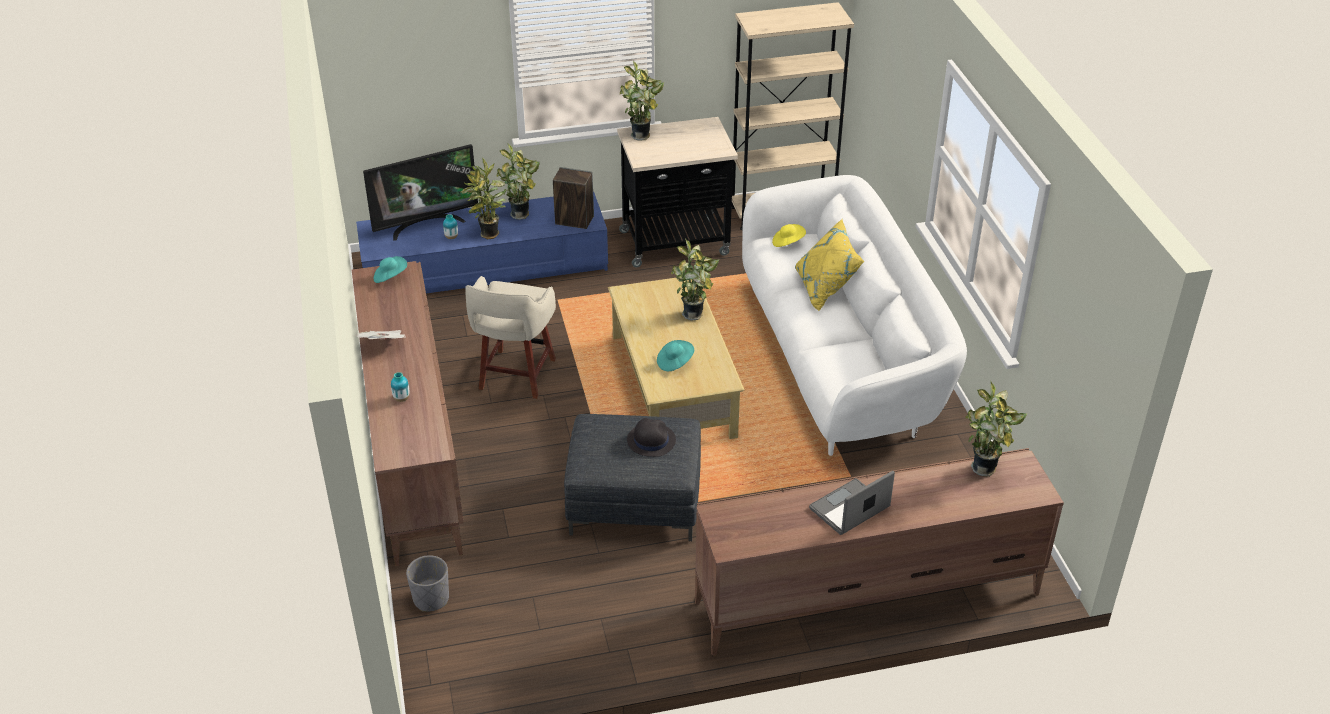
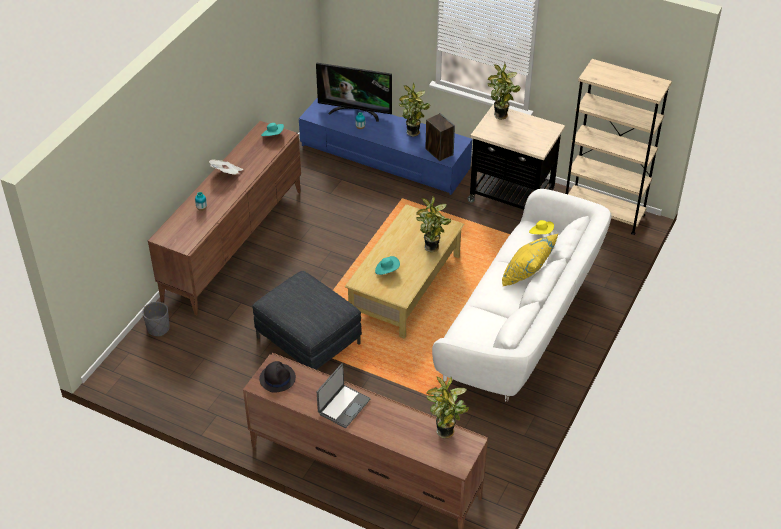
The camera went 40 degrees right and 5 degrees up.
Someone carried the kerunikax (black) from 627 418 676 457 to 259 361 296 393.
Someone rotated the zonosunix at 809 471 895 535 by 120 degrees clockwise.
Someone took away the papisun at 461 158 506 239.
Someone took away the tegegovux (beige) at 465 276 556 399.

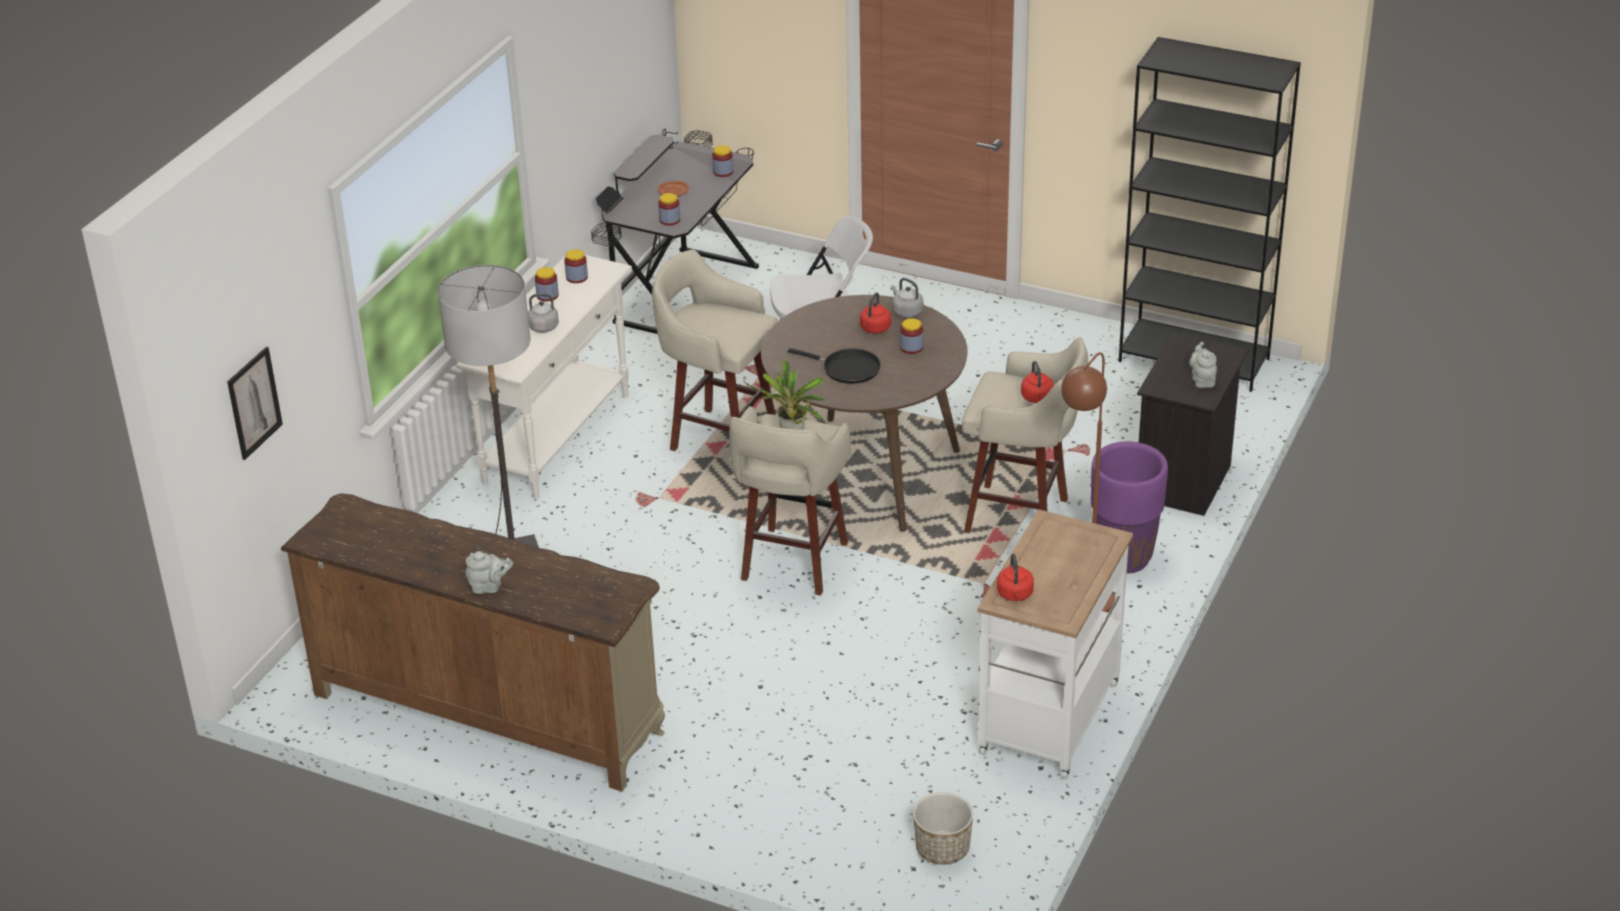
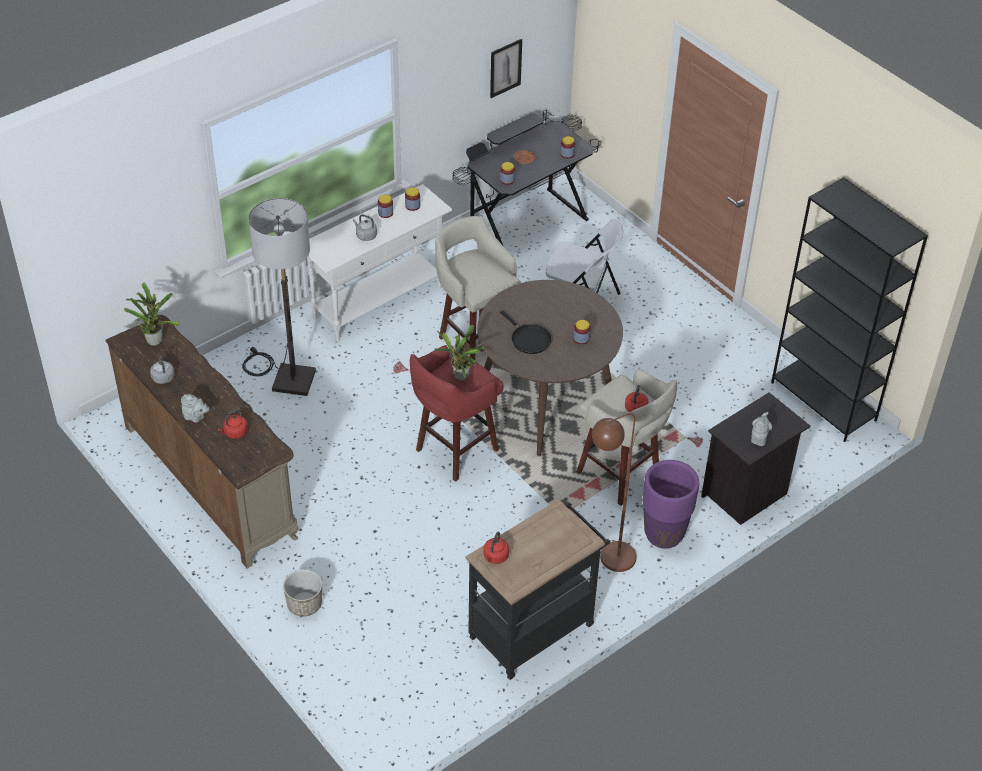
The camera went 25 degrees right and 10 degrees up.
Someone put down the papisun at 124 283 180 346.
Someone carried the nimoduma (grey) from 891 278 923 318 to 150 354 175 384.
Someone carried the nimoduma (red) from 860 292 891 334 to 217 409 248 439.
Someone carried the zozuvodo from 913 792 973 865 to 283 569 322 616.
Someone repainted the tegegovux (beige) at 729 406 851 596, which became the tegegovux (red) at 410 345 504 482.
Someone repainted the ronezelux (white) at 977 509 1133 779, which became the ronezelux (black) at 466 499 610 680.
Someone carried the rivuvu from 227 347 283 460 to 490 39 522 98.

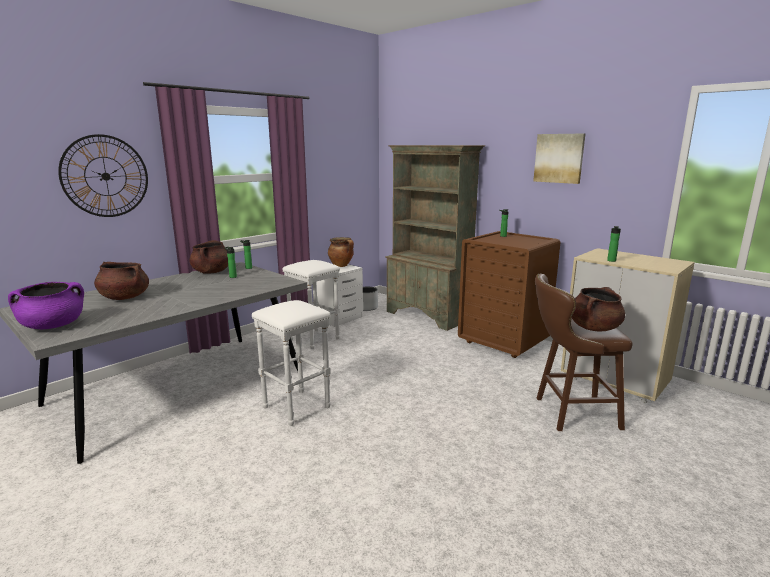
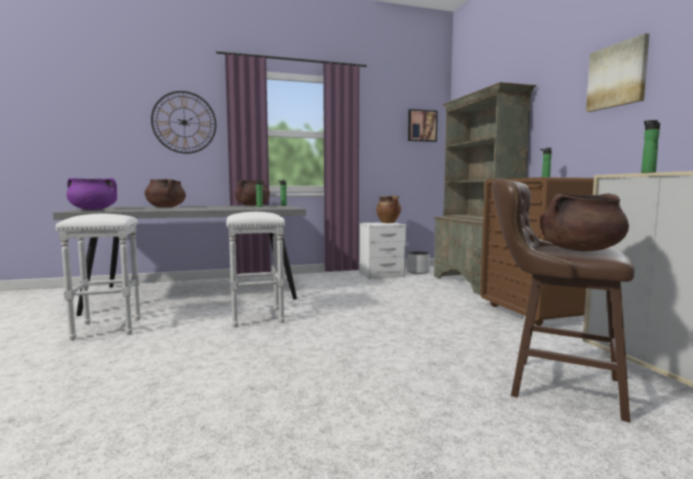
The camera went 30 degrees right and 10 degrees down.
Someone carried the tegegovux (white) from 282 260 340 349 to 56 214 141 340.
Someone put up the rivuvu at 408 109 438 142.

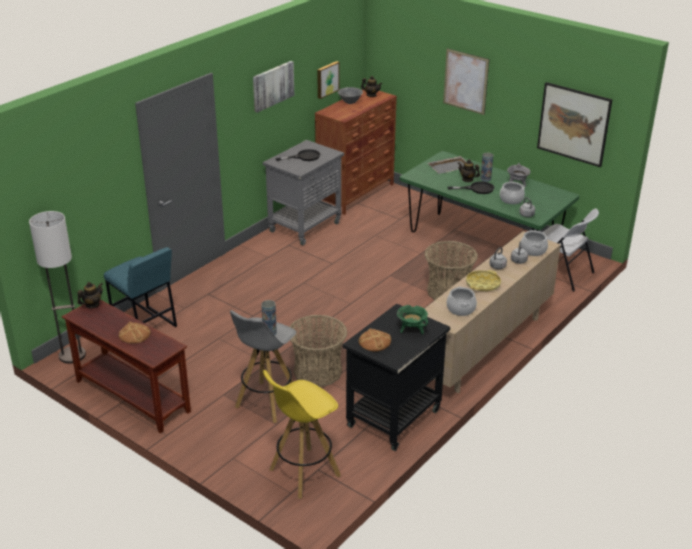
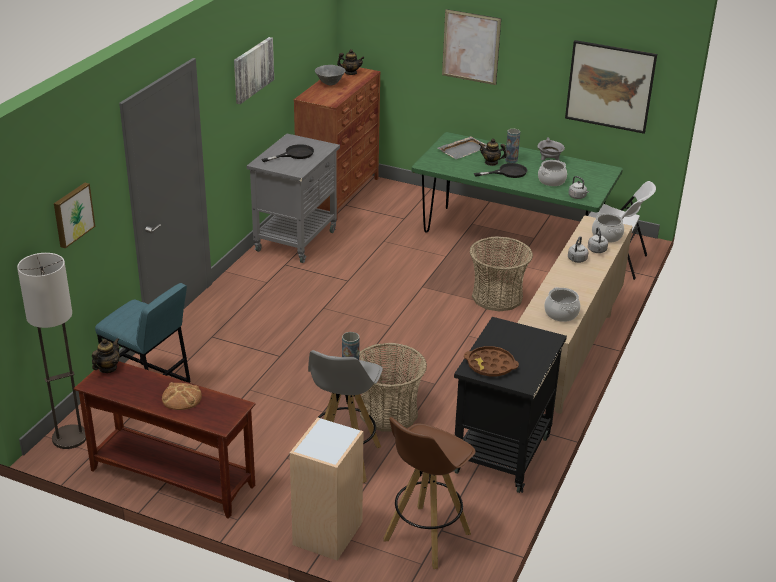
The camera went 15 degrees left and 0 degrees up.
Someone carried the rivuvu from 317 61 339 99 to 54 183 95 249.
Someone put down the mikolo at 290 417 364 560.
Someone repainted the tegegovux (yellow) at 263 370 341 499, which became the tegegovux (brown) at 383 417 476 569.
Someone swapped the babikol at 359 329 391 352 for the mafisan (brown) at 464 346 519 377.
Someone took away the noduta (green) at 397 305 428 335.
Someone took away the mafisan (yellow) at 466 270 501 291.

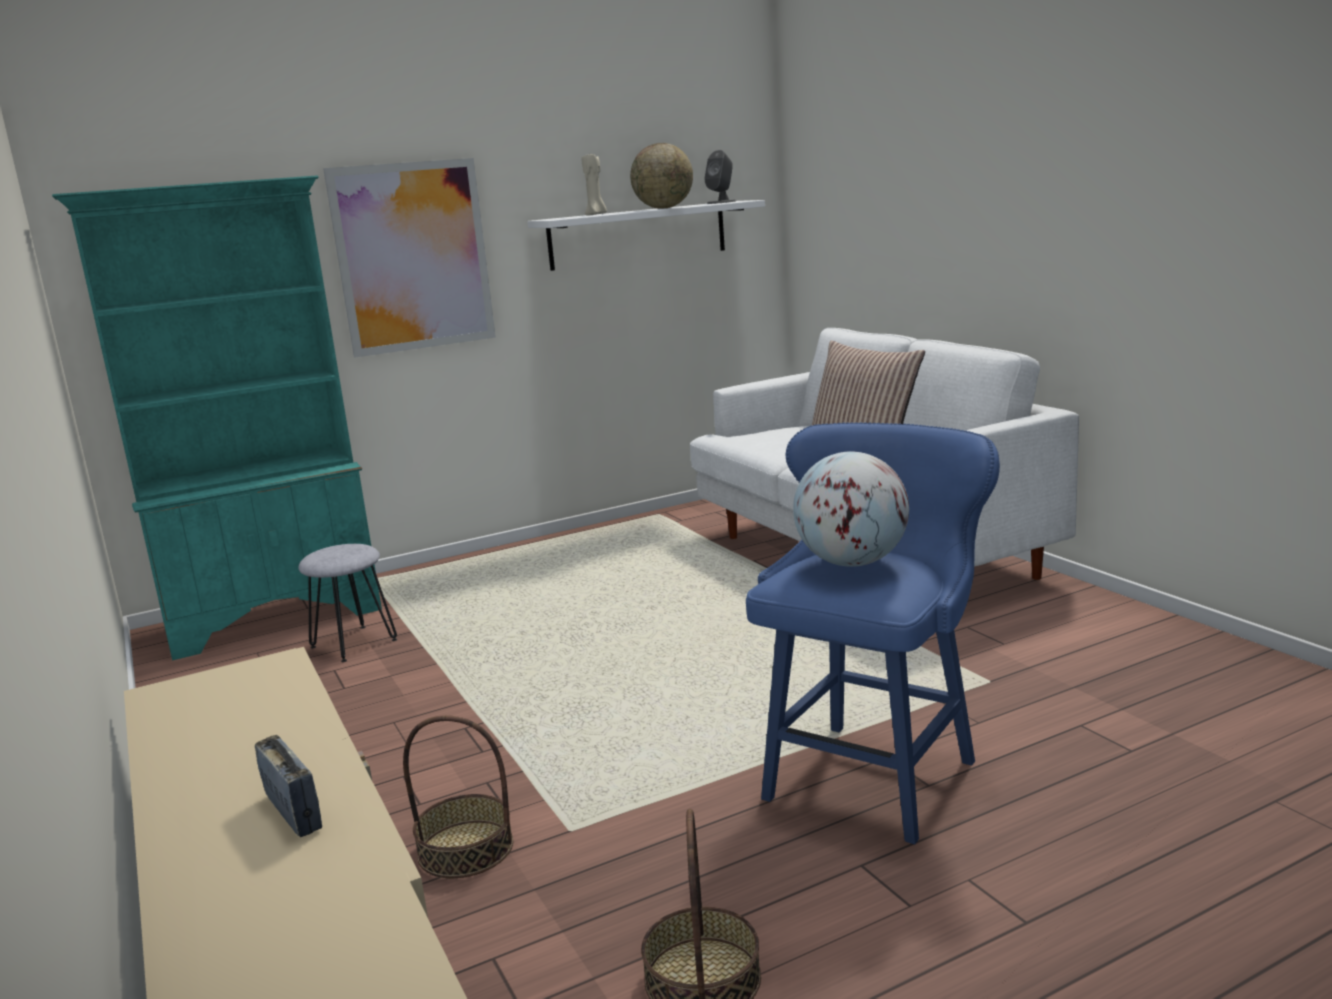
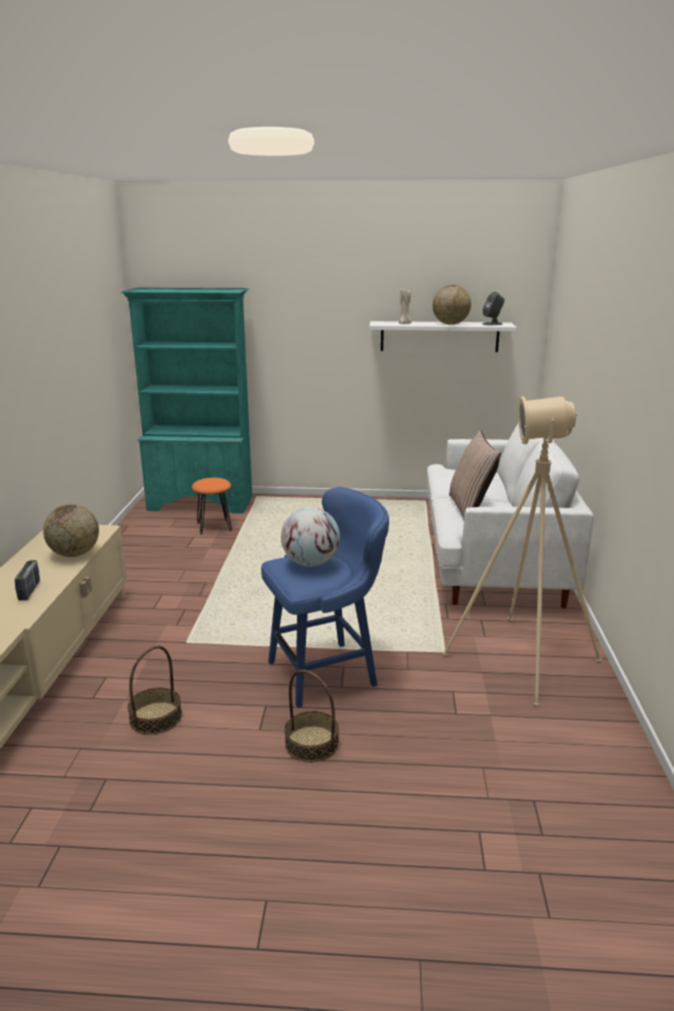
The camera went 30 degrees right and 5 degrees up.
Someone put down the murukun at 43 504 99 557.
Someone repainted the tegegovux (grey) at 298 544 397 662, which became the tegegovux (orange) at 192 478 232 535.
Someone carried the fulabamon from 403 715 513 878 to 284 670 339 762.
Someone put down the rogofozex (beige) at 443 397 602 707.
Someone took away the rivuvu at 323 158 496 357.

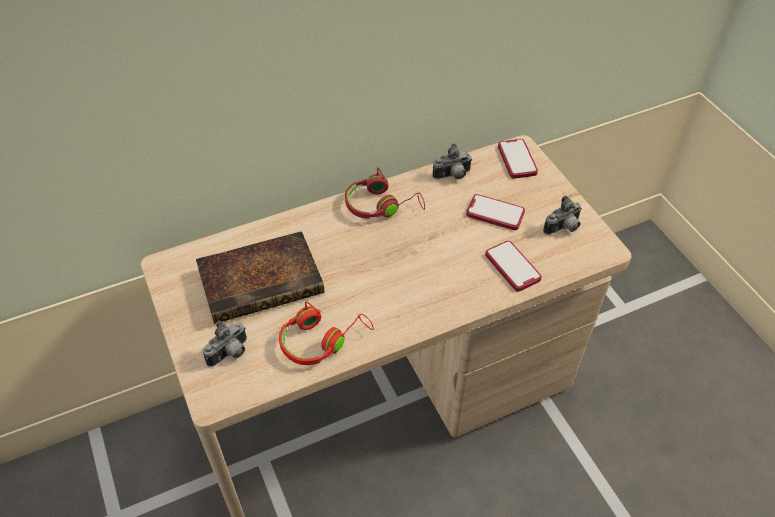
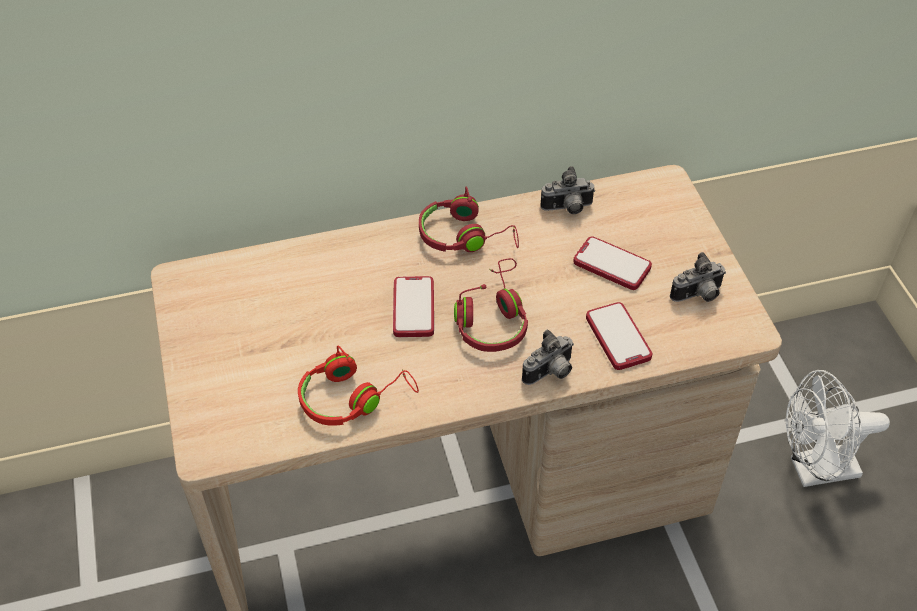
The camera went 10 degrees right and 0 degrees up.
Someone carried the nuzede from 498 139 538 179 to 393 276 434 337.
Someone put down the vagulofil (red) at 454 258 528 352.
Someone carried the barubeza from 203 321 247 367 to 522 330 574 385.
Someone put down the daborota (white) at 786 370 890 487.
Someone took away the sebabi at 196 231 324 324.

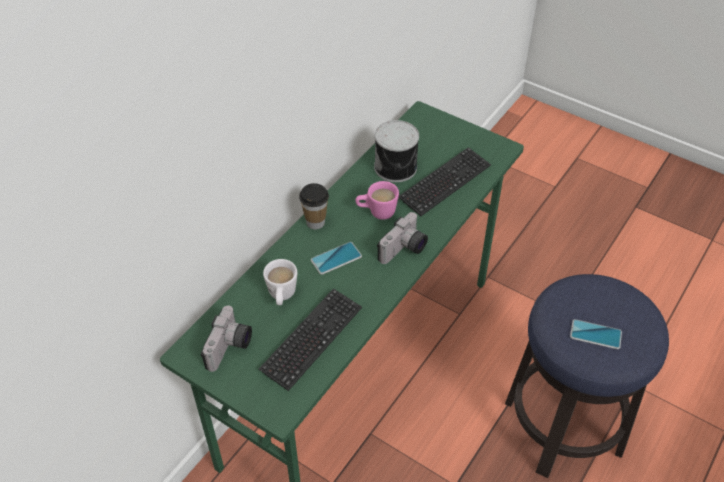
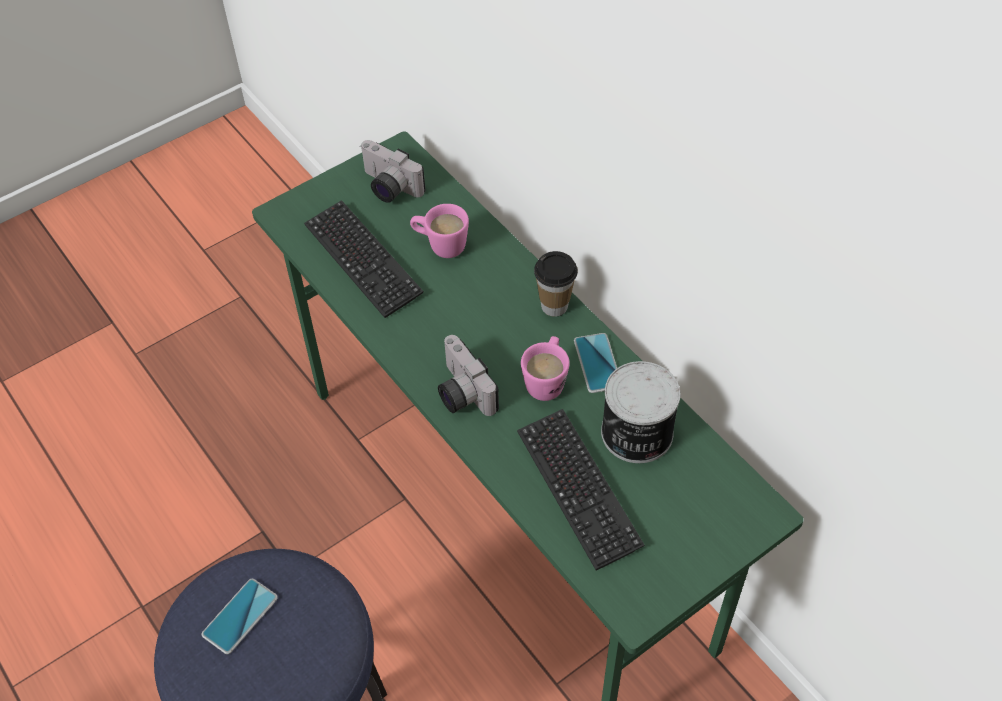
The camera went 110 degrees right and 5 degrees up.
Someone repainted the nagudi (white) at 263 259 297 305, which became the nagudi (pink) at 410 204 469 258.
Someone carried the nuzede from 311 242 362 275 to 574 333 617 393.

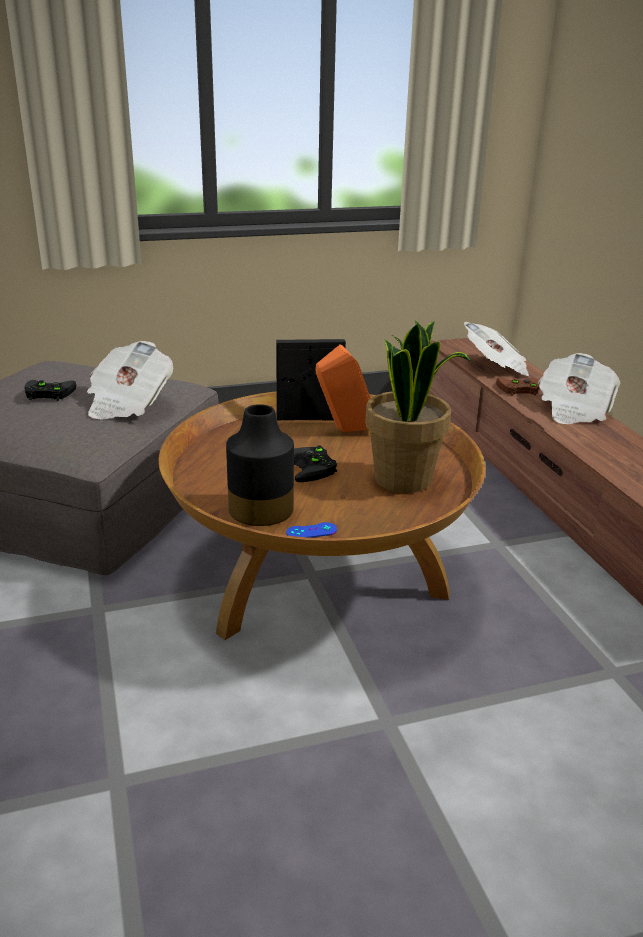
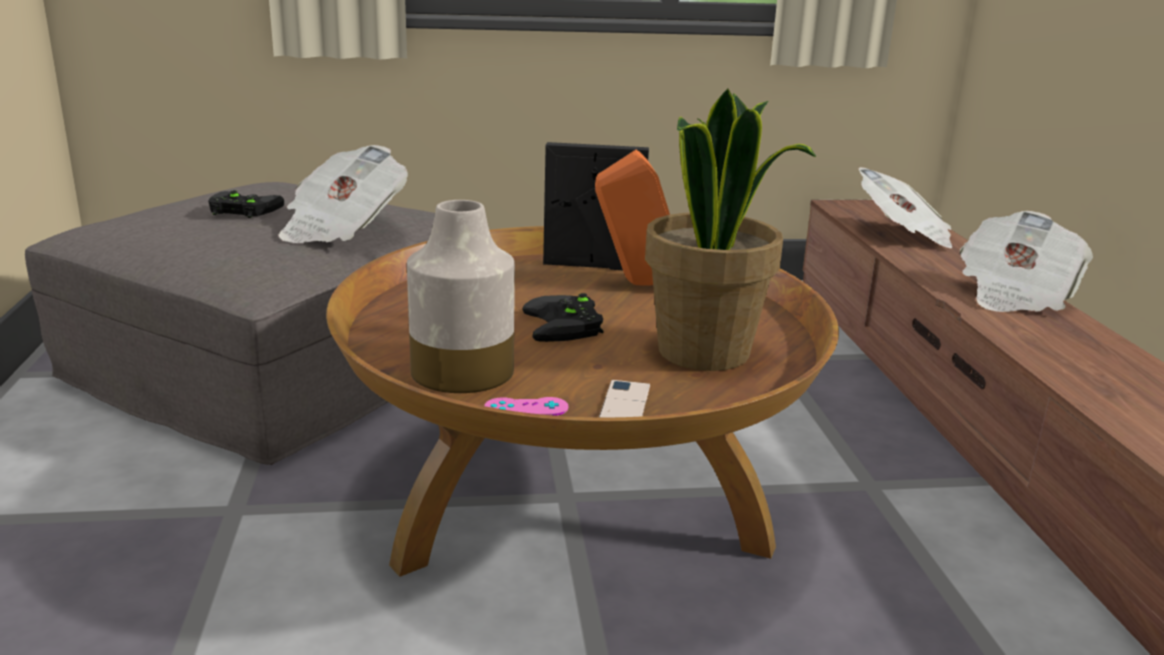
The camera went 10 degrees right and 5 degrees down.
Someone repainted the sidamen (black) at 226 404 294 526, which became the sidamen (beige) at 407 200 515 393.
Someone repainted the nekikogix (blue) at 286 522 337 538, which became the nekikogix (pink) at 484 397 568 416.
Someone put down the nuzede at 599 380 650 418.
Someone took away the nekikogix (brown) at 496 378 539 395.

